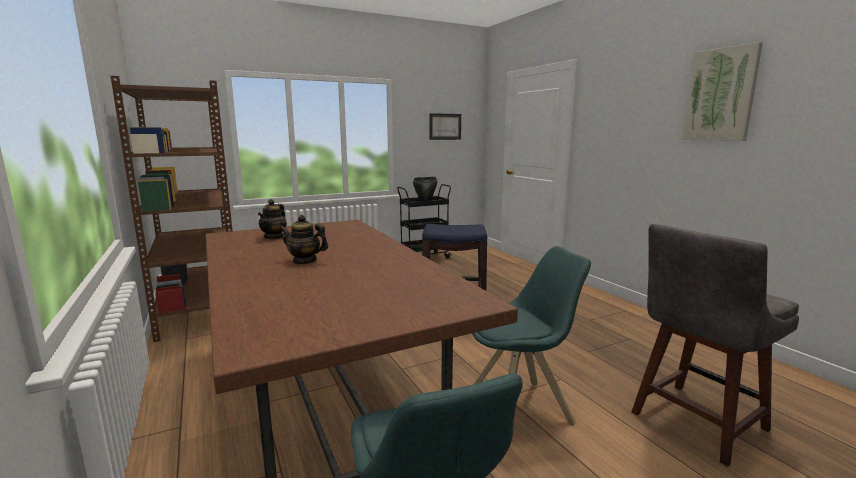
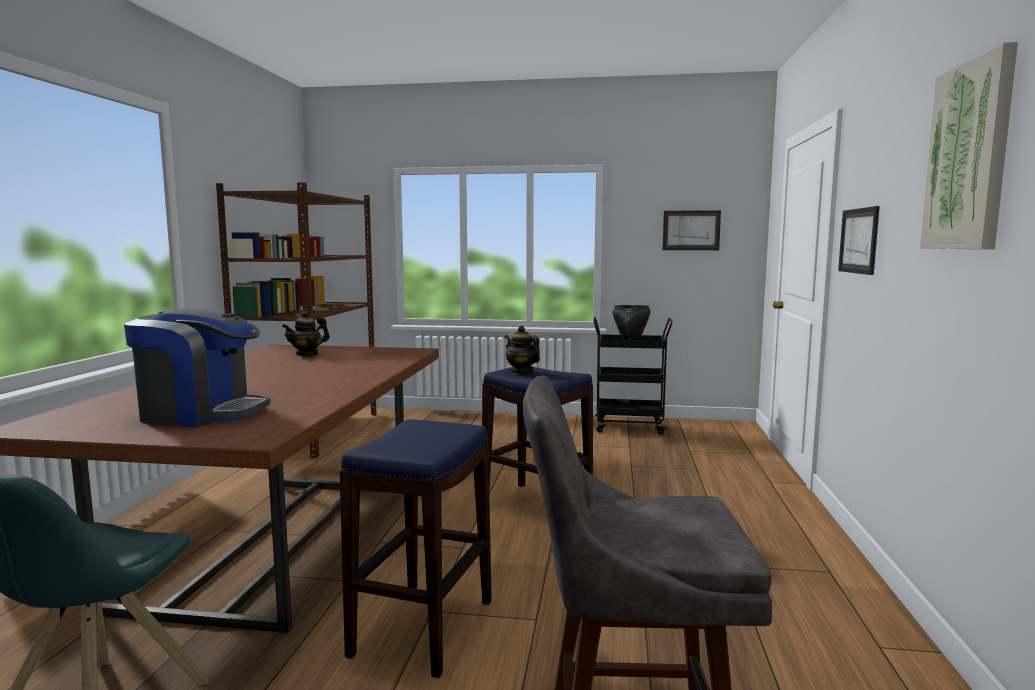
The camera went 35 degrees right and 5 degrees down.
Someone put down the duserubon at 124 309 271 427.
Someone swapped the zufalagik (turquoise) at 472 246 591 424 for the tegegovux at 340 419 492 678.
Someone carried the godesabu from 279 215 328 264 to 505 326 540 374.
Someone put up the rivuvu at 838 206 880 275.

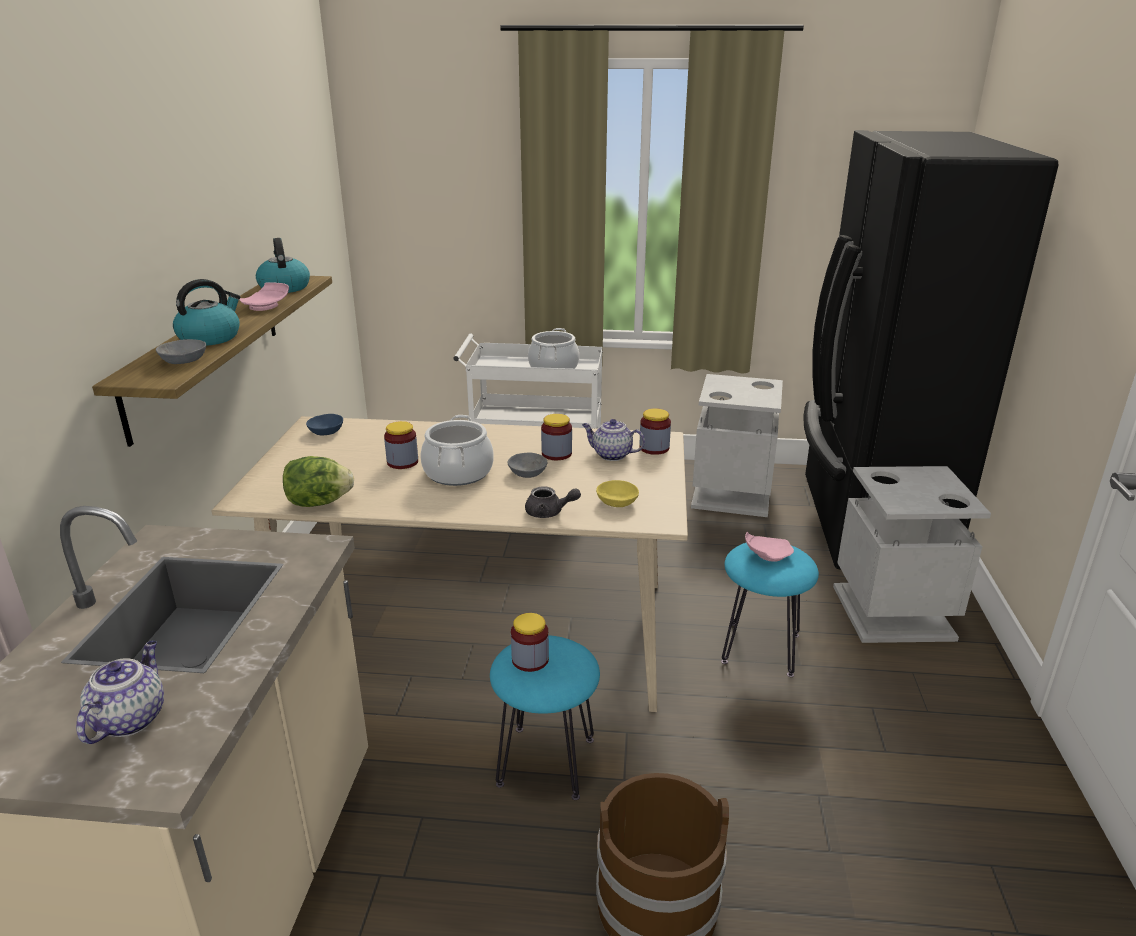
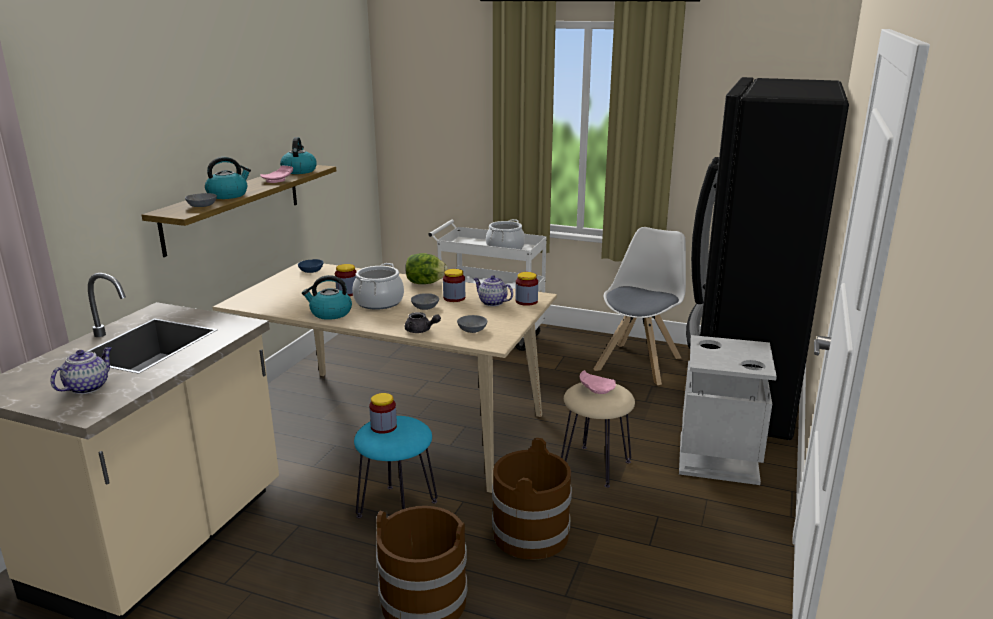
The camera went 15 degrees right and 5 degrees down.
Someone put down the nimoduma at 302 275 352 320.
Someone carried the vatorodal from 283 456 354 507 to 405 253 448 284.
Someone repainted the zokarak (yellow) at 596 480 639 507, which became the zokarak (grey) at 457 315 487 333.
Someone put down the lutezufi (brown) at 492 438 572 560.
Someone repainted the tegegovux (turquoise) at 721 543 819 677, which became the tegegovux (beige) at 561 383 635 488.
Someone swapped the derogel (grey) at 691 374 783 517 for the zufalagik at 594 227 686 385.

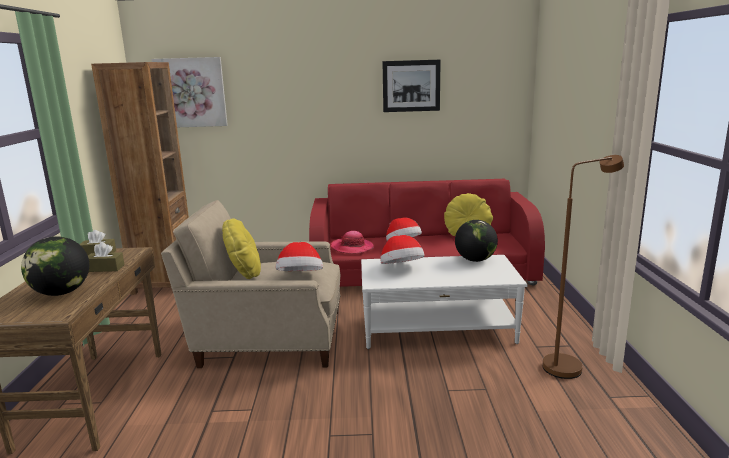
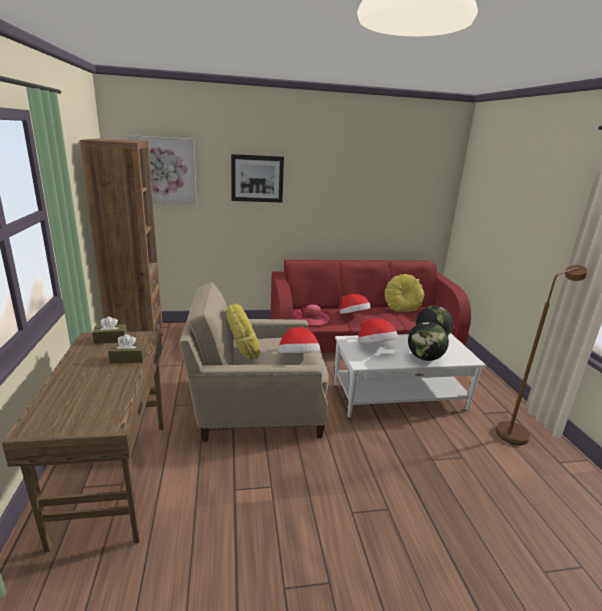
The camera went 10 degrees left and 5 degrees up.
Someone carried the rivuvu from 382 60 441 112 to 231 154 284 202.
Someone carried the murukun from 21 236 89 296 to 408 322 449 361.

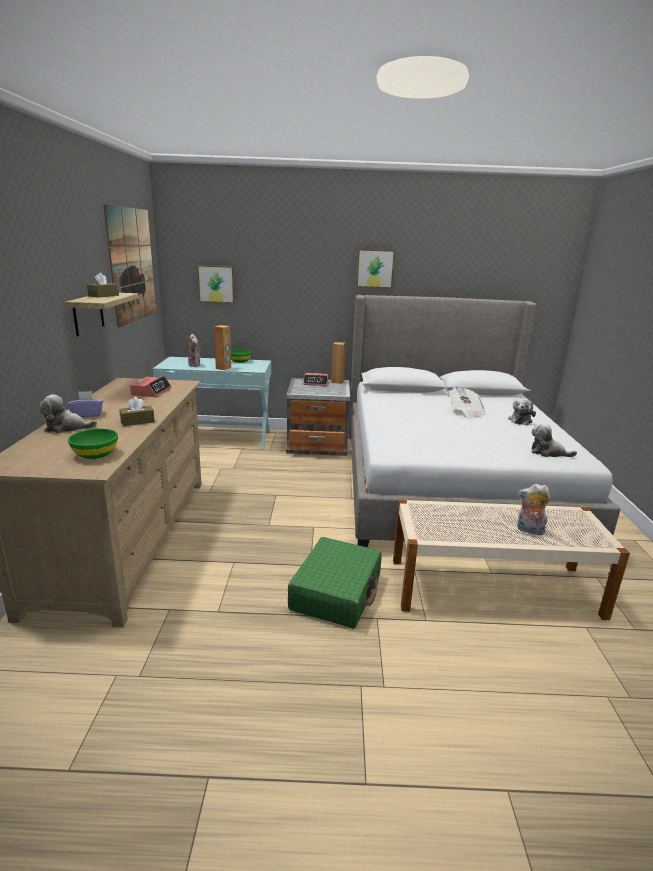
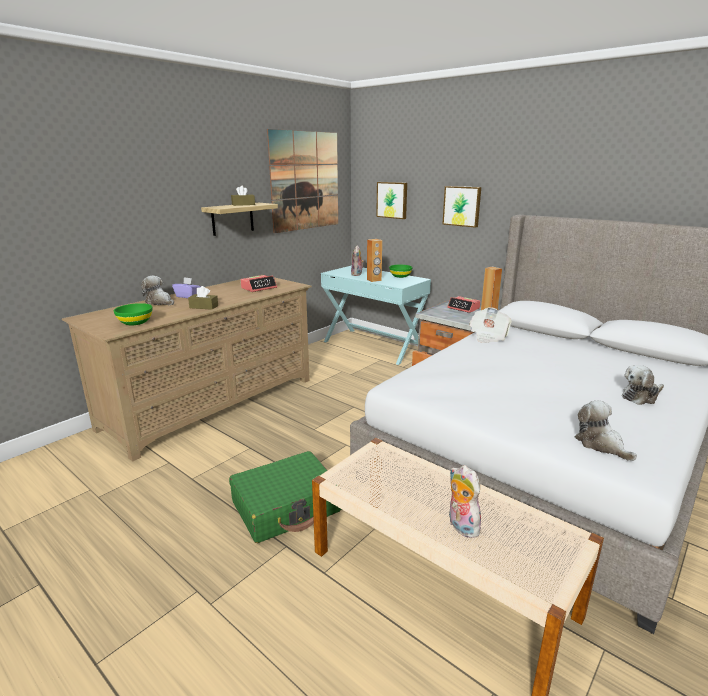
The camera went 40 degrees right and 0 degrees up.
Someone carried the rivuvu from 356 249 395 288 to 442 186 481 228.
Someone carried the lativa from 449 386 486 418 to 469 307 512 343.

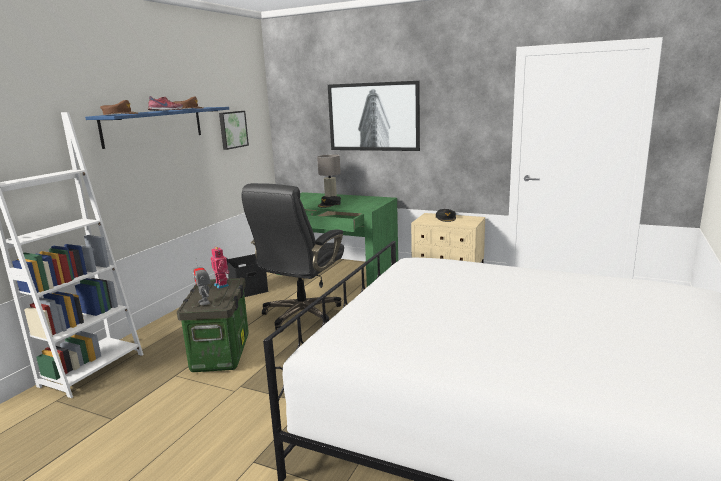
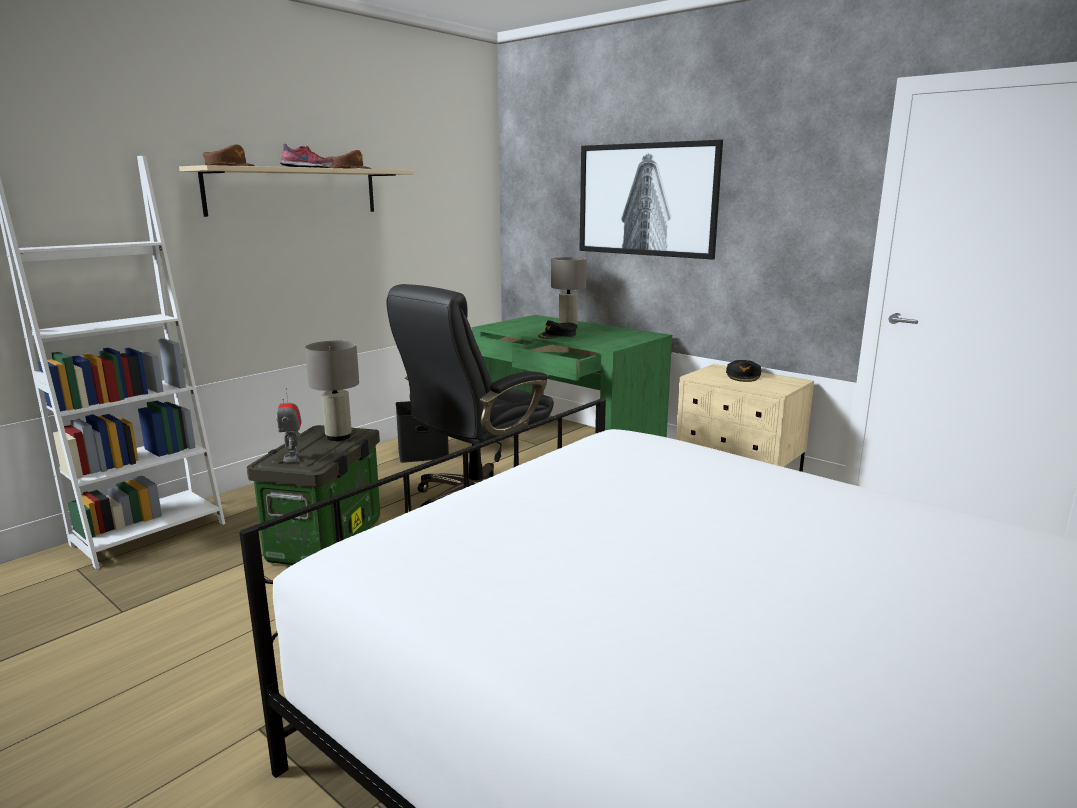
The camera went 15 degrees right and 0 degrees up.
Someone repainted the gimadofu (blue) at 85 107 229 149, which became the gimadofu (beige) at 179 165 414 217.
Someone swapped the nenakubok at 211 247 229 289 for the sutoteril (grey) at 305 341 359 441.
Someone took away the rivuvu at 219 111 249 150.

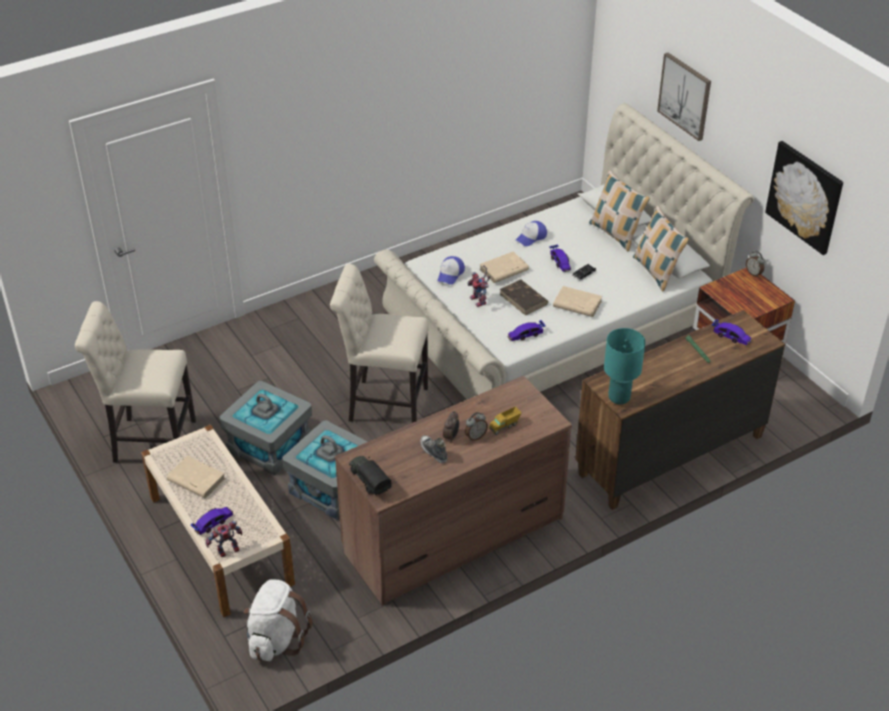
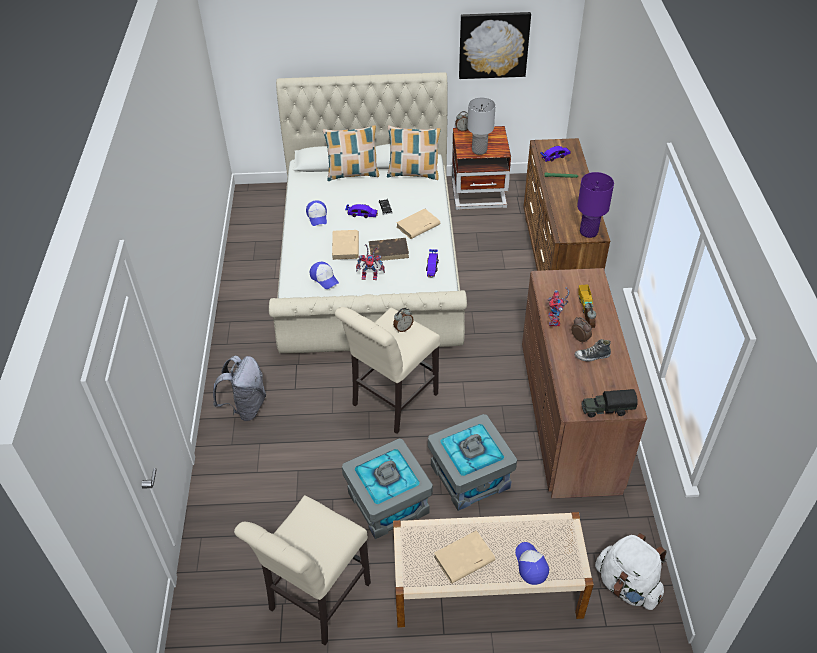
The camera went 60 degrees left and 5 degrees up.
Someone put down the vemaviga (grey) at 213 356 266 421.
Someone put down the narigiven at 393 308 414 332.
Someone put down the sutoteril (grey) at 467 97 496 155.
Someone swapped the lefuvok at 191 507 233 535 for the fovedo at 515 542 549 585.
Someone carried the nenakubok from 205 521 242 557 to 548 287 570 326.
Someone repainted the sutoteril (turquoise) at 604 328 645 404, which became the sutoteril (purple) at 577 172 614 238.
Someone took away the rivuvu at 657 53 711 141.

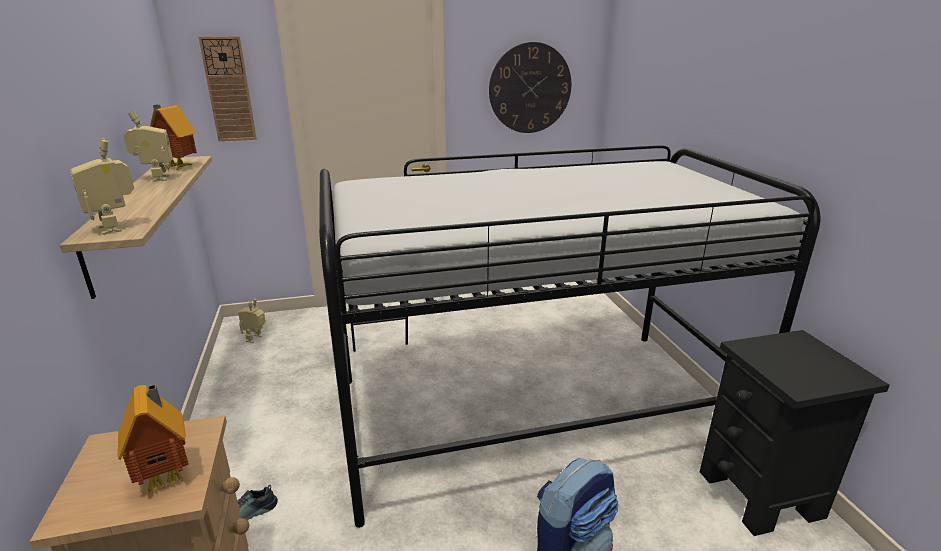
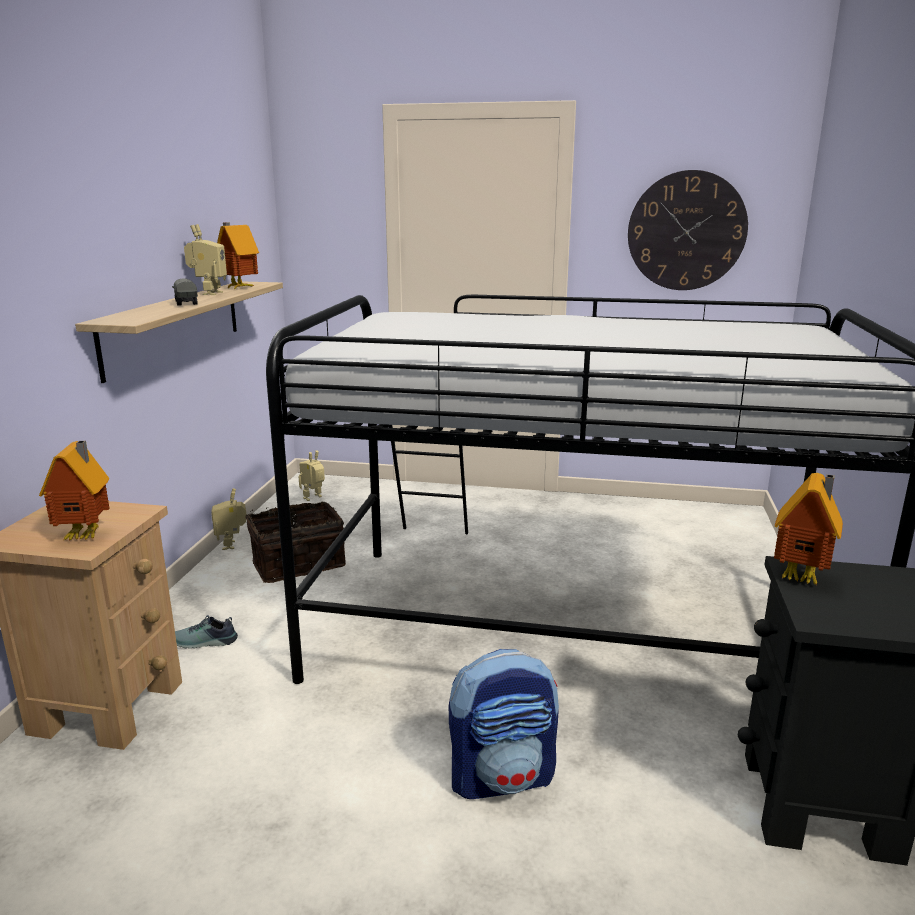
The camera went 25 degrees right and 5 degrees down.
Someone put down the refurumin at 172 278 198 306.
Someone carried the nenakubok from 70 138 134 235 to 211 488 246 550.
Someone put down the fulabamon at 245 502 346 583.
Someone put down the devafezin at 774 473 843 585.
Someone took away the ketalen at 198 36 257 141.

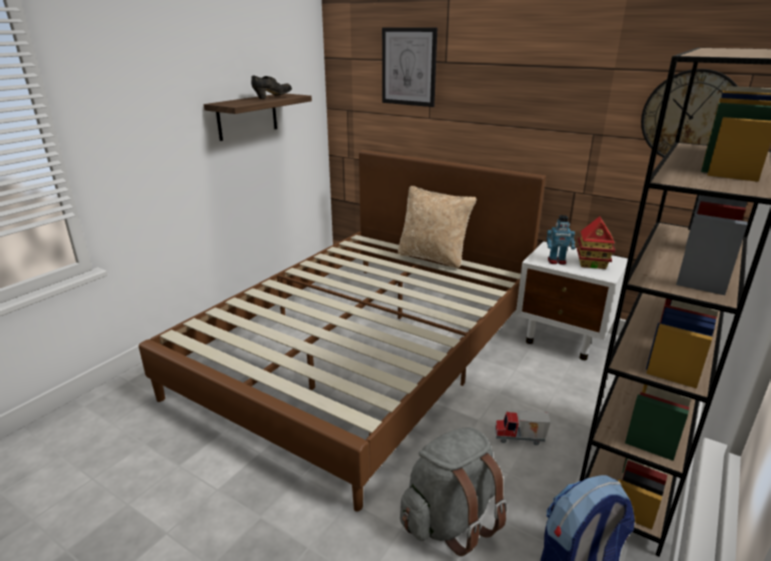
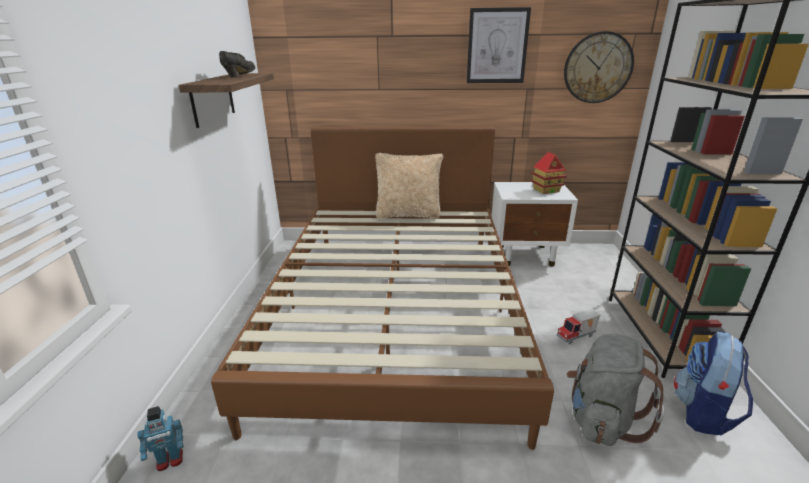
The camera went 30 degrees left and 0 degrees up.
Someone carried the nenakubok from 546 215 575 265 to 137 406 184 471.
Someone carried the rivuvu from 382 27 437 107 to 467 7 531 83.

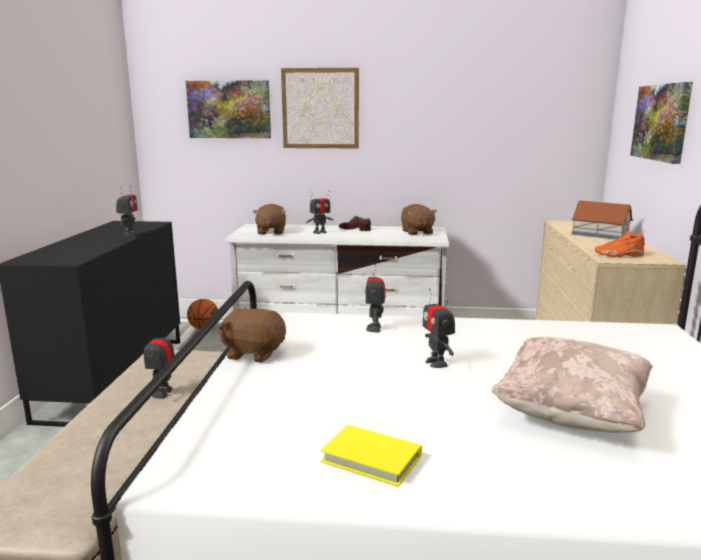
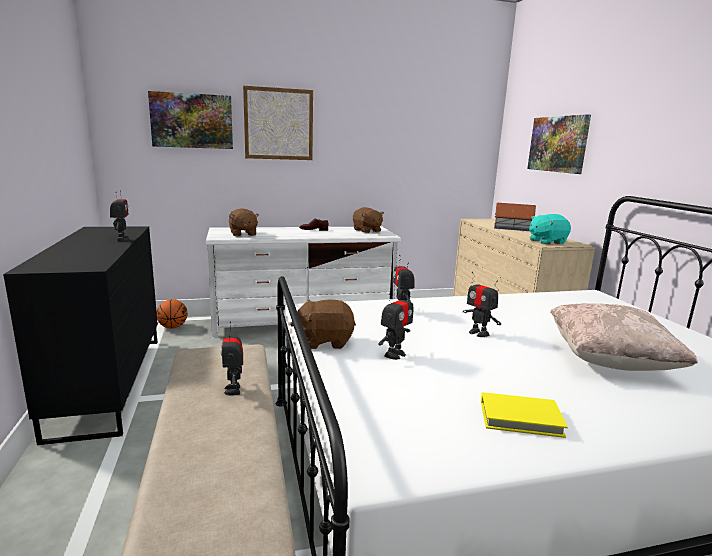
The camera went 20 degrees left and 0 degrees up.
Someone carried the nenakubok from 306 191 334 234 to 379 288 413 360.
Someone swapped the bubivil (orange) at 595 231 645 257 for the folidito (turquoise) at 529 214 571 244.

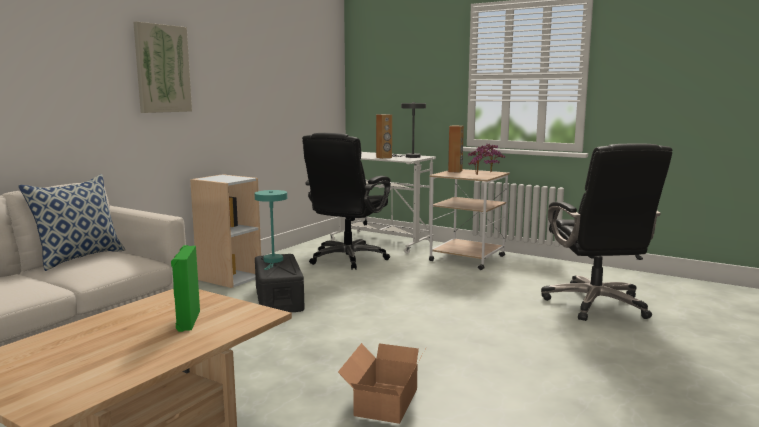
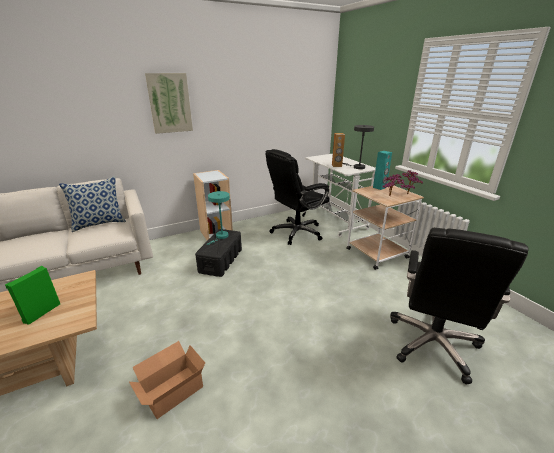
The camera went 30 degrees right and 15 degrees up.
Someone repainted the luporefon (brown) at 448 126 464 173, which became the luporefon (turquoise) at 373 151 392 190.

